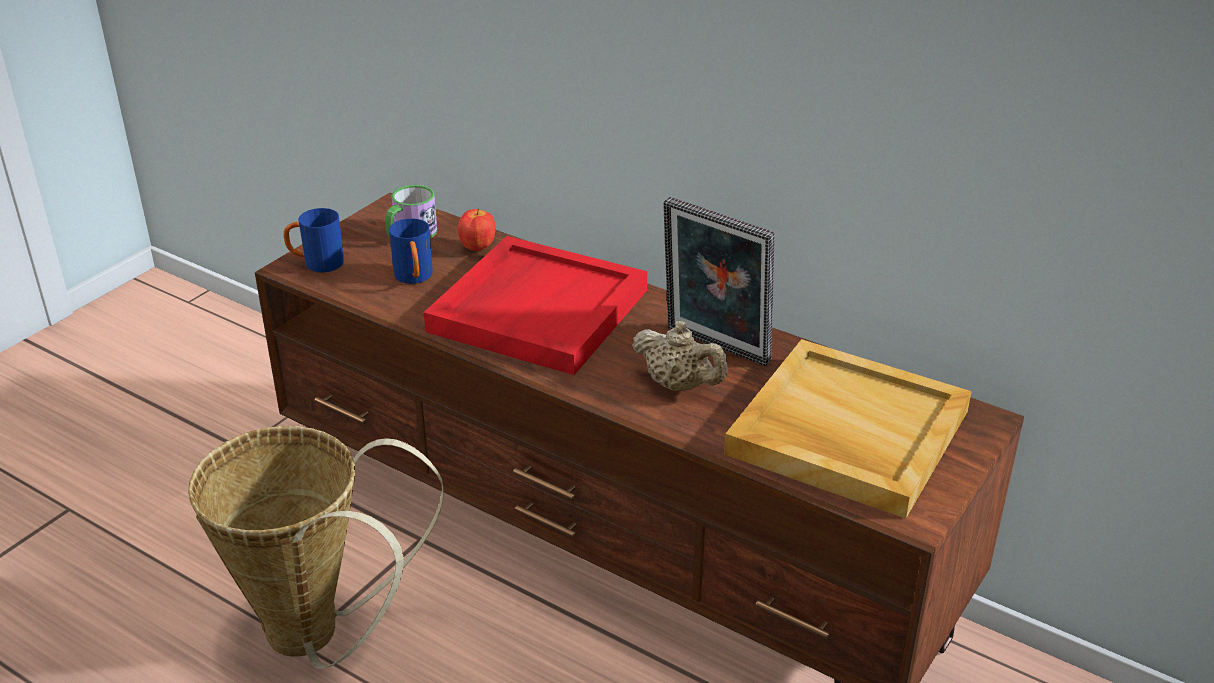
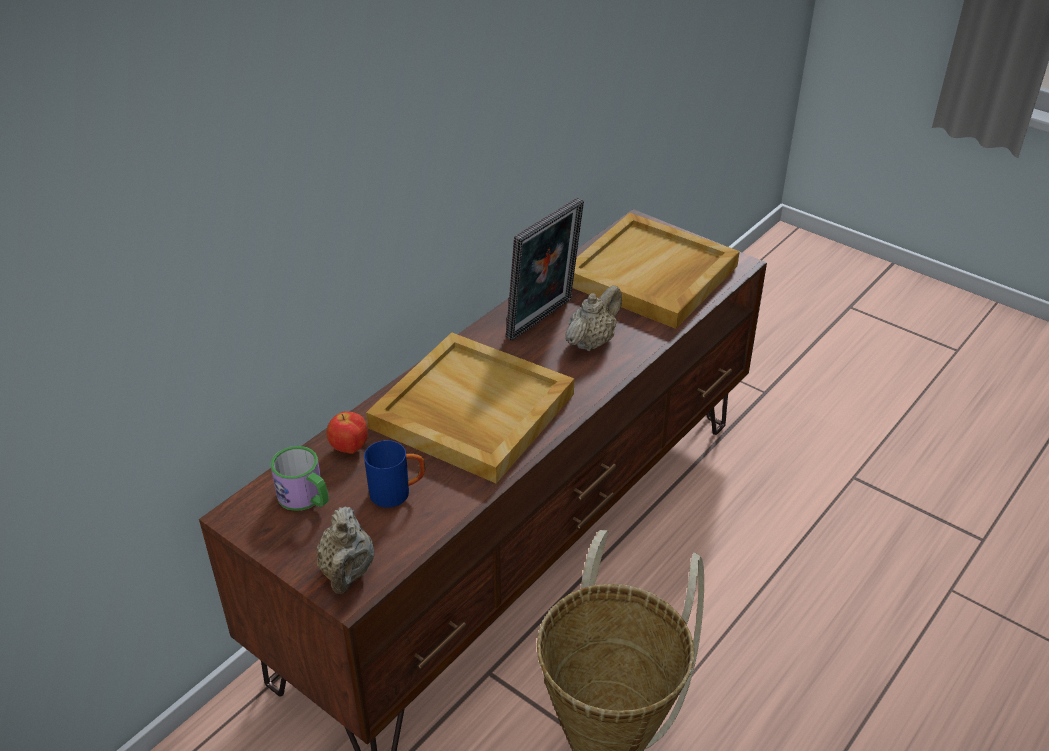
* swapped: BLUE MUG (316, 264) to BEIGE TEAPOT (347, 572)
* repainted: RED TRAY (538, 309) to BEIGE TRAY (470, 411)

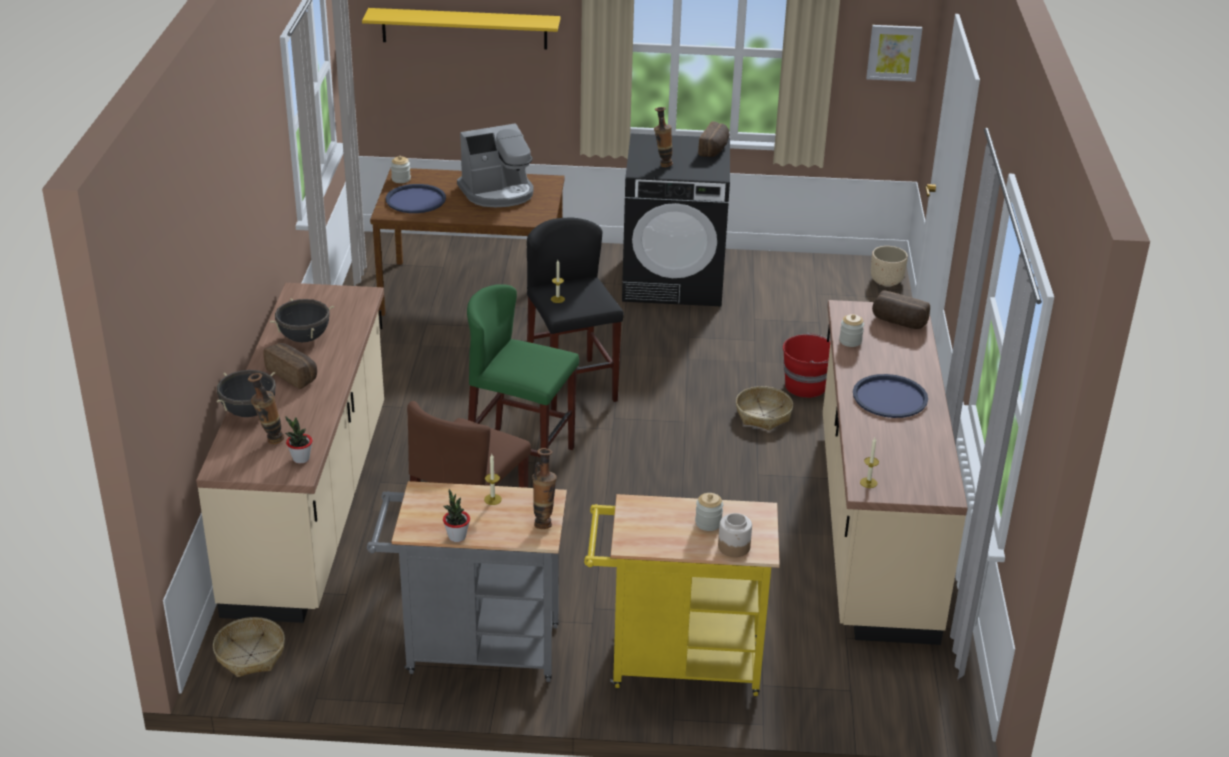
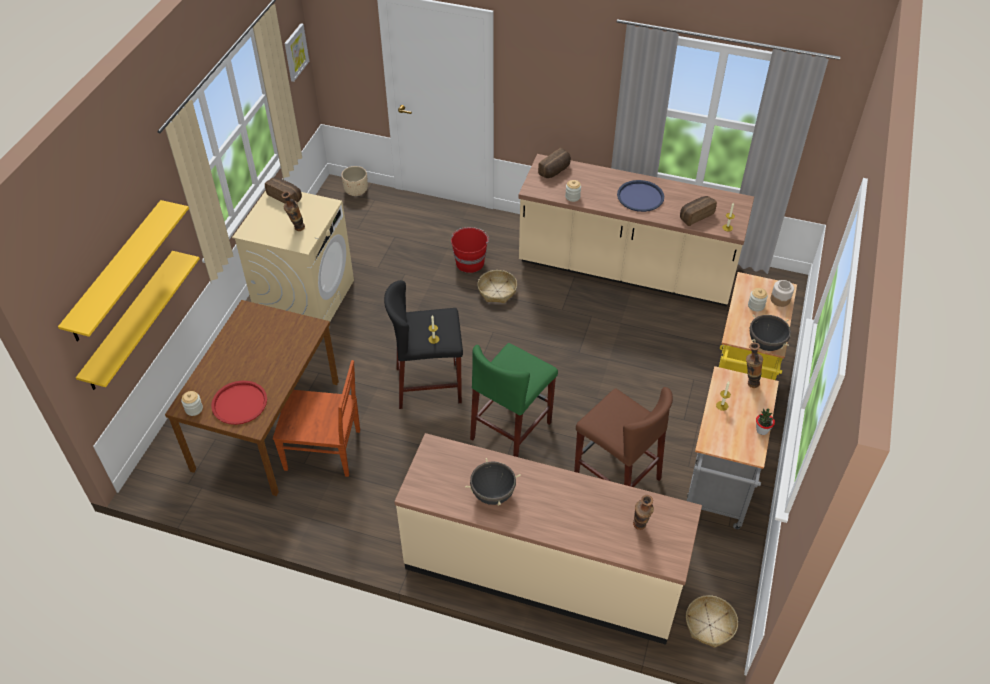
* gone: COFFEE MACHINE (498, 192)
* repainted: BLACK WASHING MACHINE (673, 280) to BEIGE WASHING MACHINE (305, 298)
* repainted: BLUE TRAY (416, 200) to RED TRAY (239, 403)
* shifted: BREAD (293, 374) to (695, 215)
* shifted: BLACK COOKING POT (249, 412) to (766, 344)
* gone: POTTED PLANT (301, 459)
* new: YELLOW SHELF (131, 321)
* new: BROWN CHAIR (325, 450)

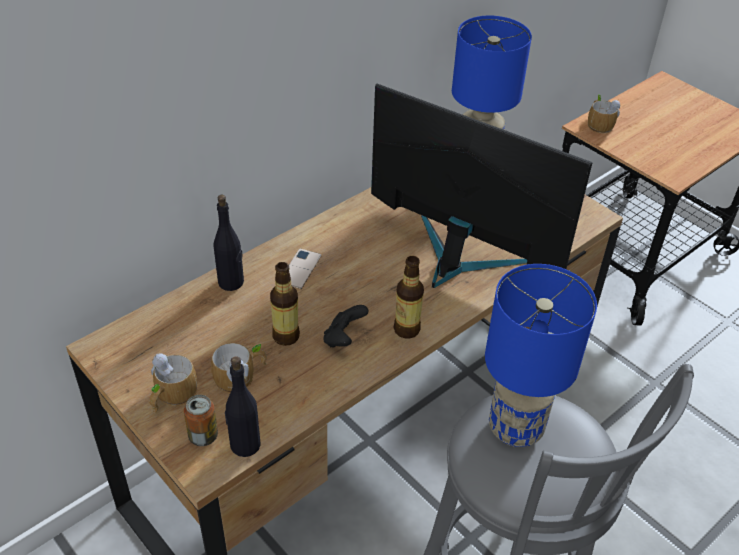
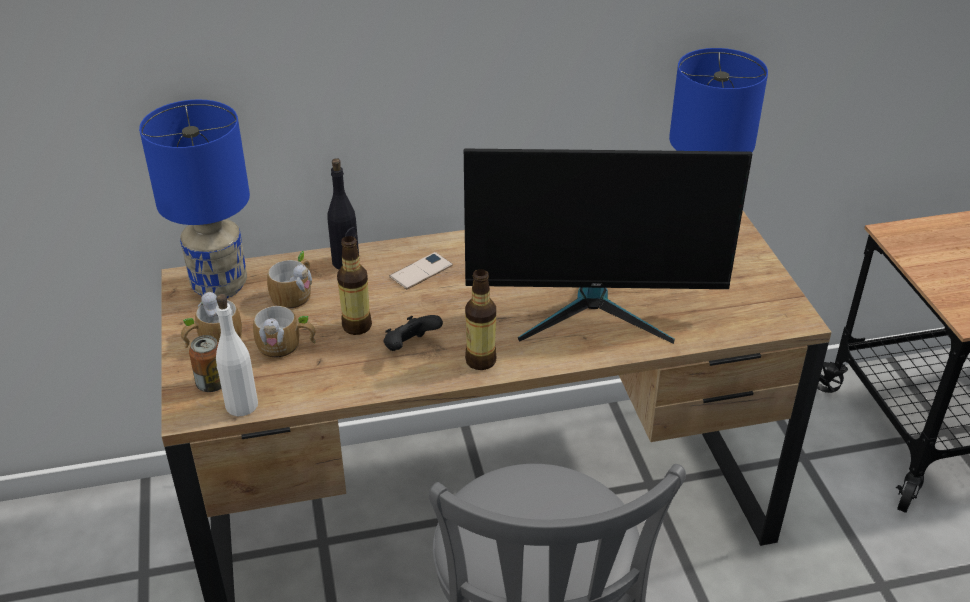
* rotated: MONITOR (457, 257) = (594, 311) 120 degrees clockwise
* shifted: MUG (599, 123) to (295, 294)
* shifted: BLUE TABLE LAMP (514, 428) to (219, 285)
* repainted: BLACK BOTTLE (245, 445) to WHITE BOTTLE (241, 405)

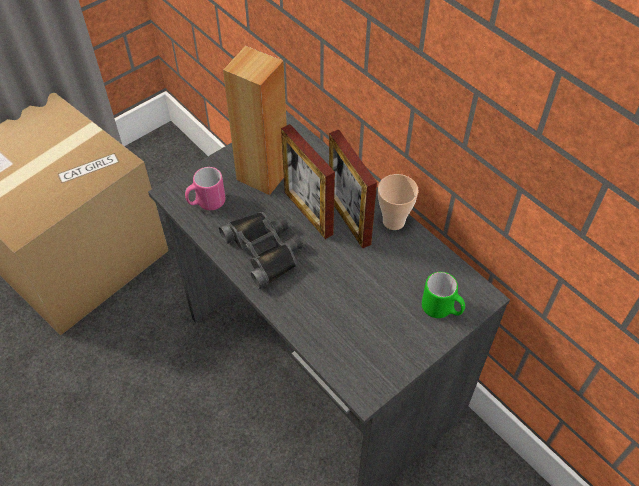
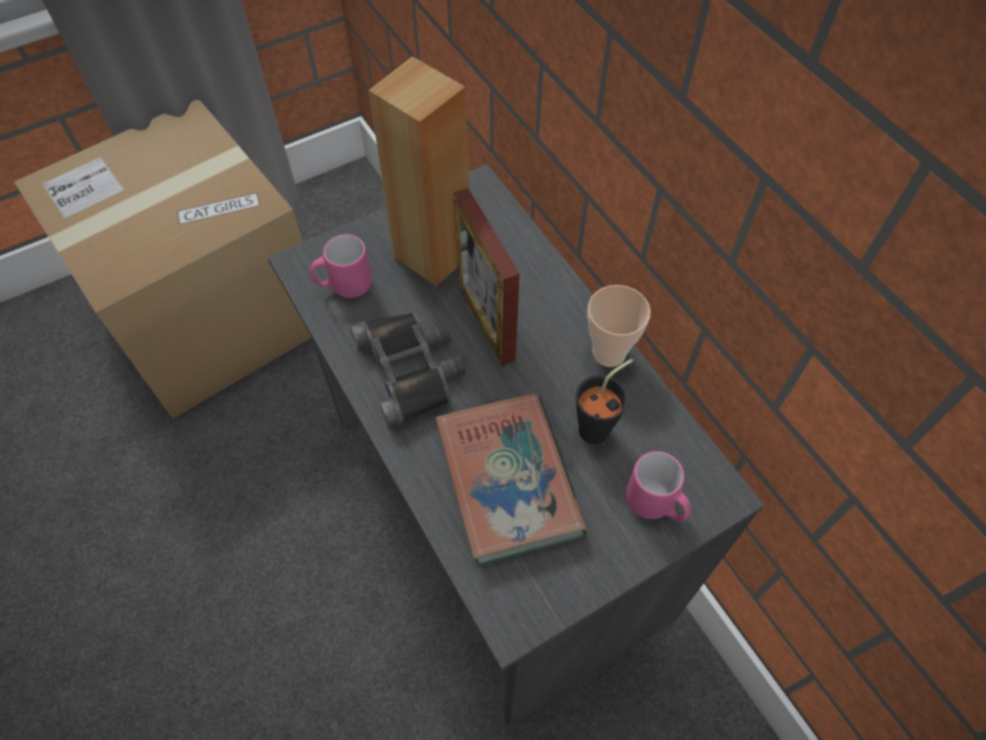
* gone: PICTURE FRAME (349, 220)
* repainted: GREEN MUG (442, 309) to PINK MUG (655, 505)
* new: BLACK CUP (600, 426)
* new: BOOK (509, 481)

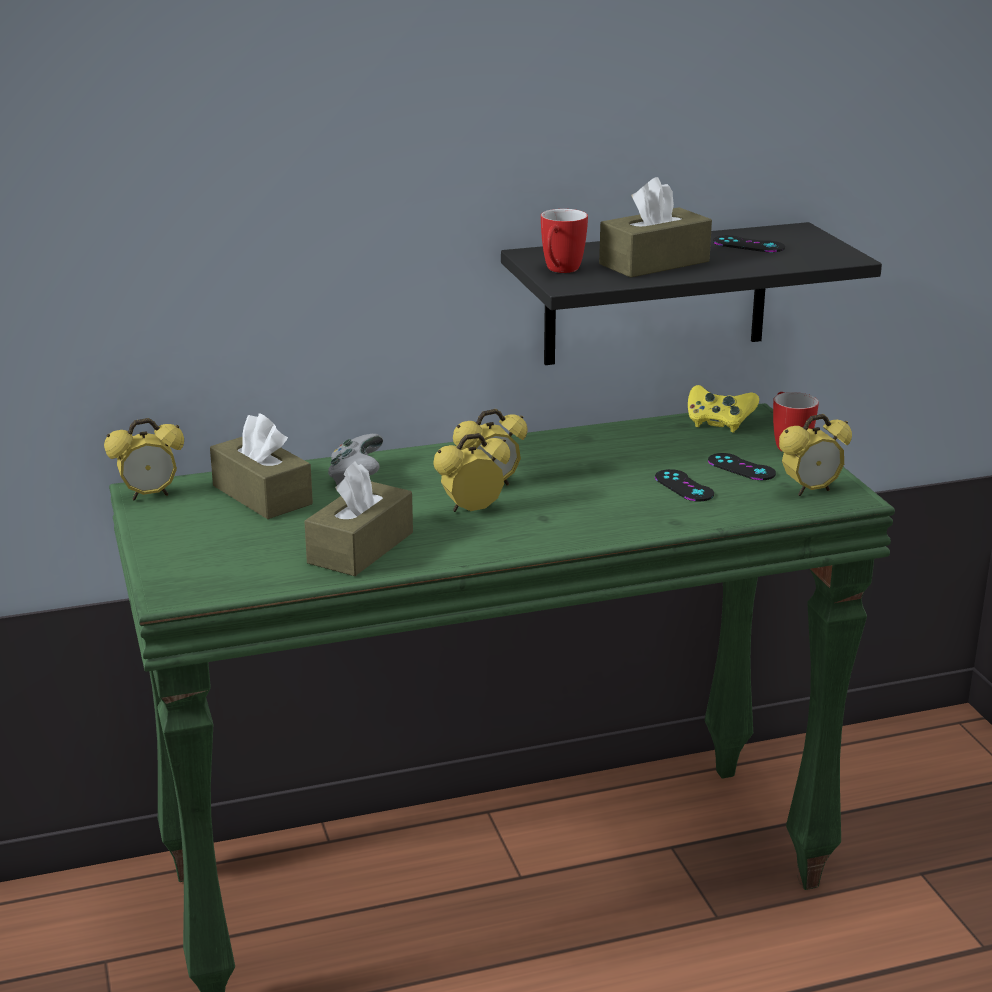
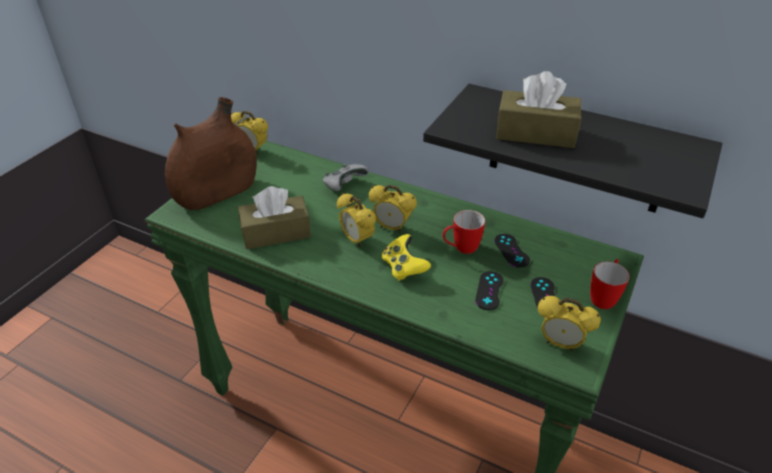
* shifted: MUG (559, 271) to (460, 249)
* shifted: BLACK GAME CONTROLLER (748, 245) to (511, 250)
* shifted: YELLOW GAME CONTROLLER (718, 423) to (404, 268)
* gone: BROWN TISSUE BOX (262, 495)
* rotated: ALARM CLOCK (472, 511) = (357, 240) 150 degrees counterclockwise
* new: BROWN VASE (217, 193)

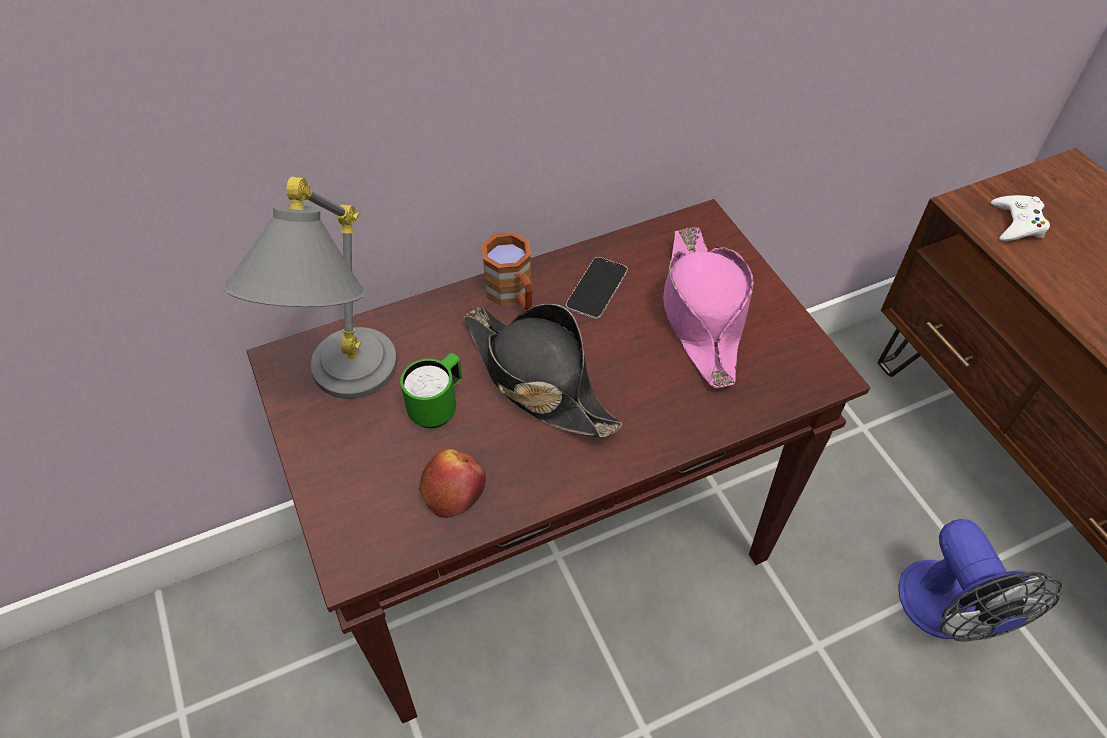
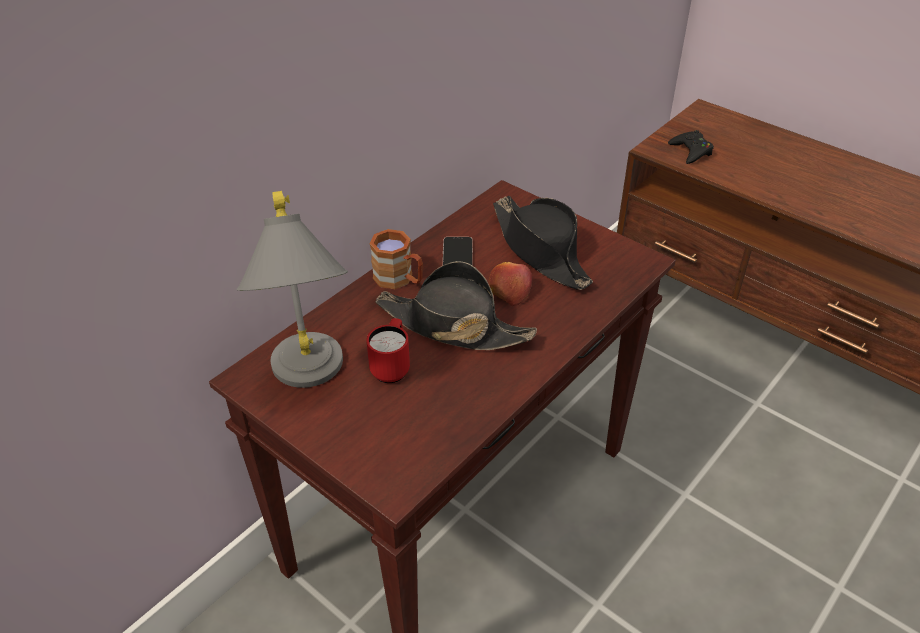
* repainted: WHITE GAME CONTROLLER (1017, 223) to BLACK GAME CONTROLLER (691, 151)
* repainted: PINK HAT (702, 314) to BLACK HAT (540, 250)
* repainted: GREEN MUG (438, 407) to RED MUG (392, 367)
* shifted: APPLE (453, 488) to (509, 290)
* gone: FAN (947, 614)

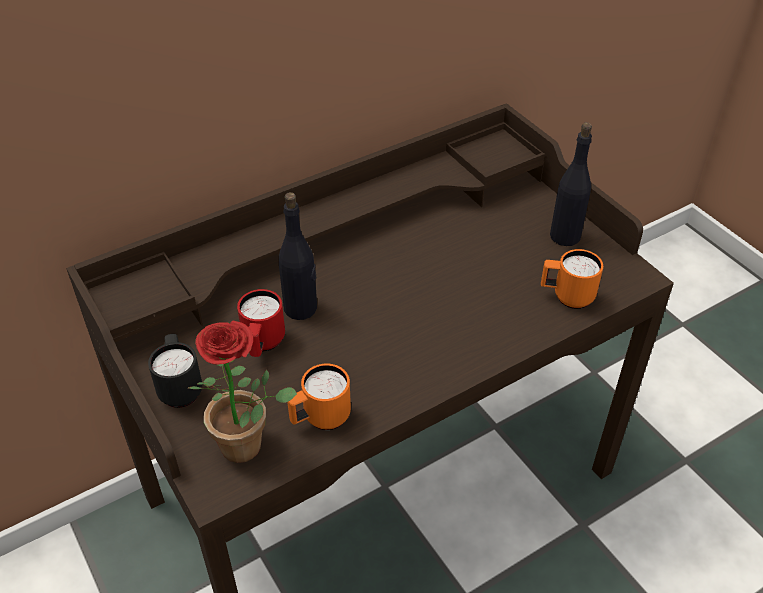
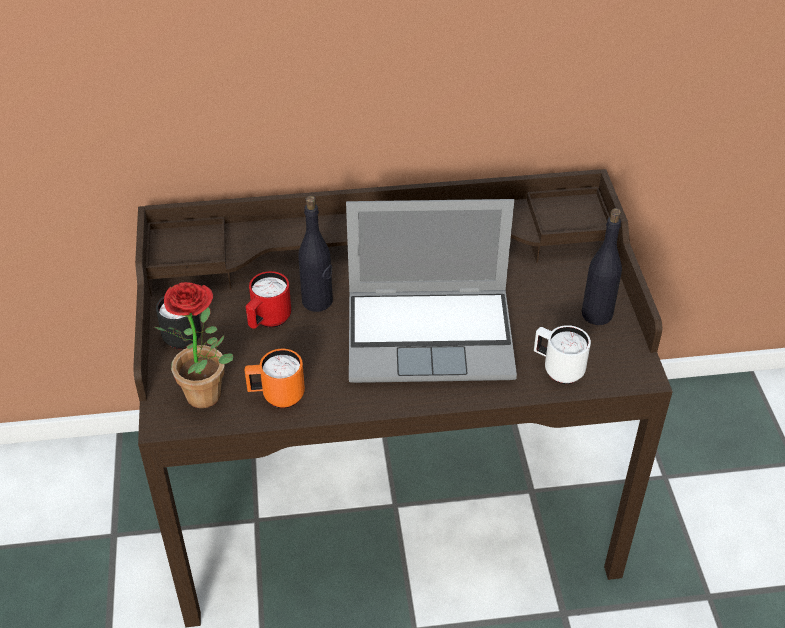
* repainted: ORANGE MUG (566, 297) to WHITE MUG (557, 369)
* new: LAPTOP (432, 336)

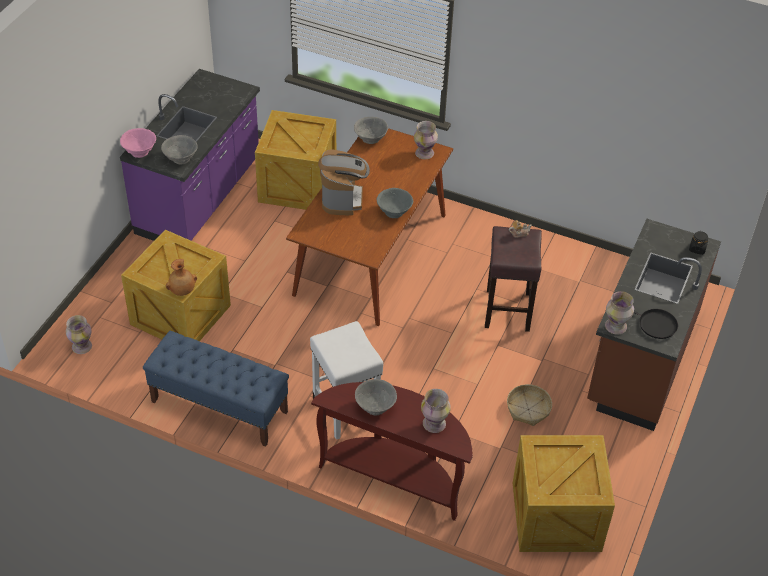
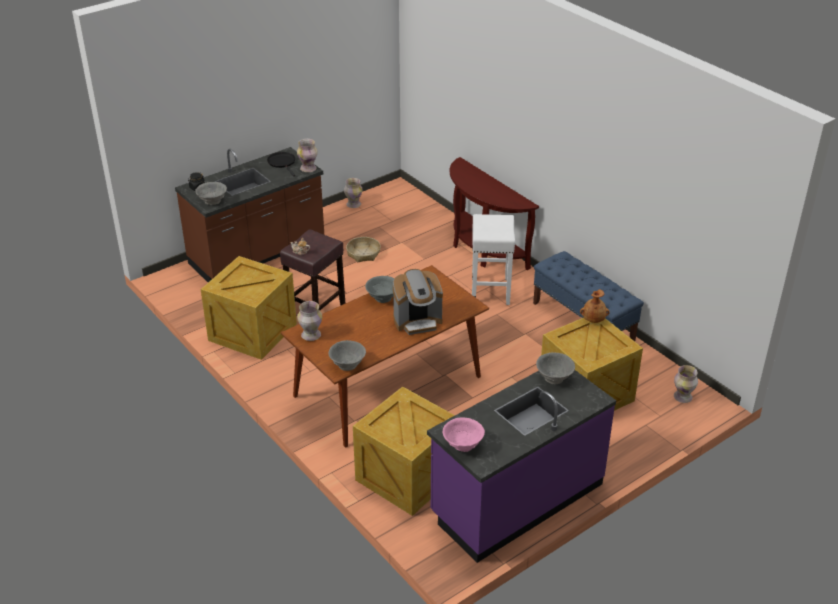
* shifted: PINK BOWL (139, 151) to (463, 445)
* rotated: COFFEE MACHINE (342, 199) = (417, 321) 135 degrees counterclockwise
* shifted: GREY BOWL (375, 406) to (212, 201)
* shifted: VASE (434, 424) to (353, 204)
* shifted: CRATE (555, 517) to (254, 332)

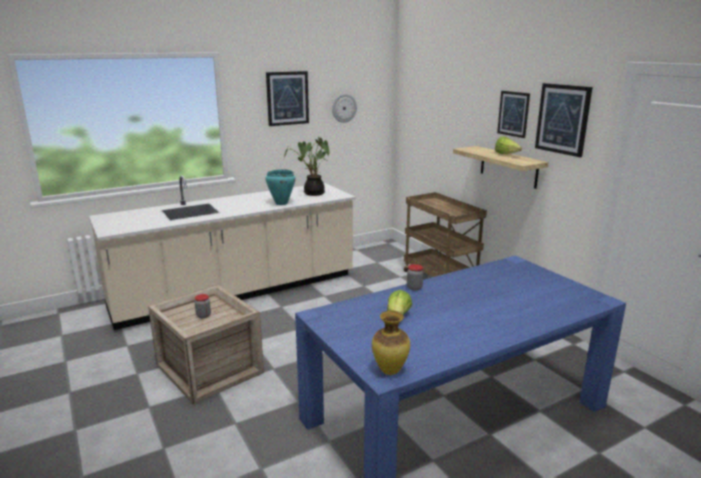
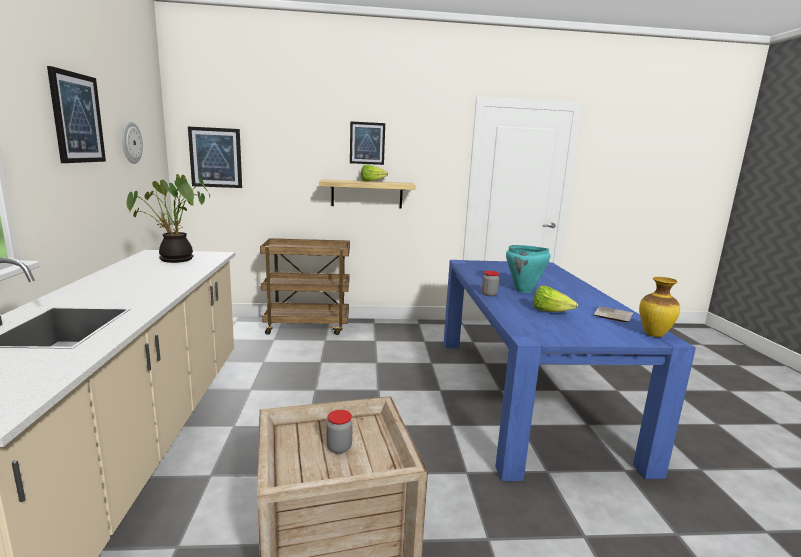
* shifted: PICTURE (562, 119) to (216, 157)
* shifted: TURQUOISE COOKING POT (281, 203) to (524, 290)
* new: PLATE (614, 317)

